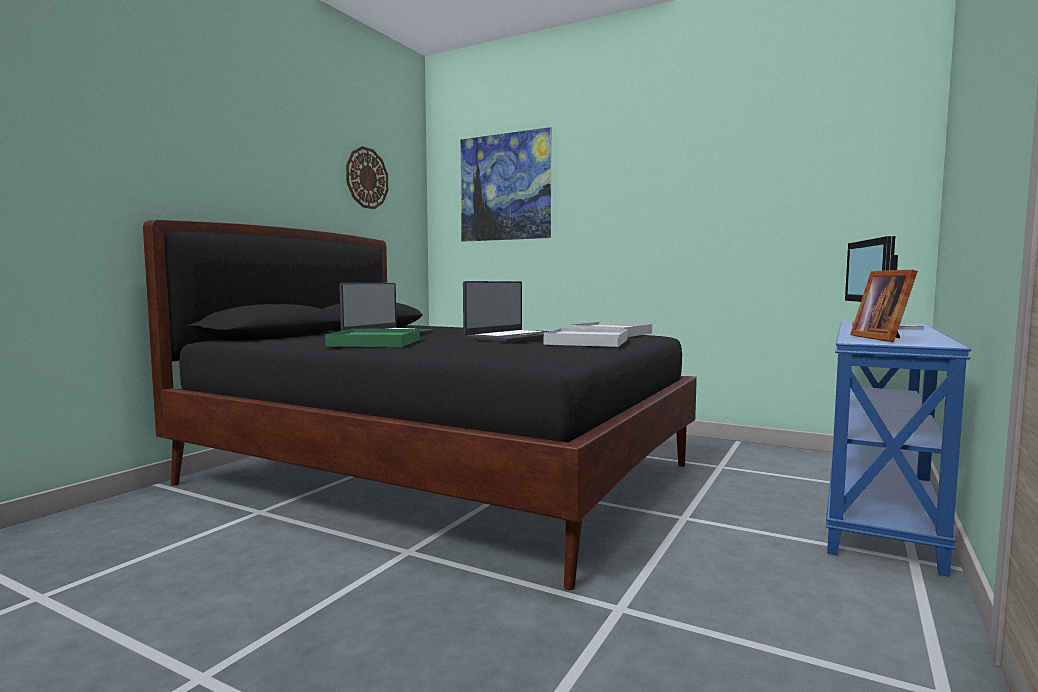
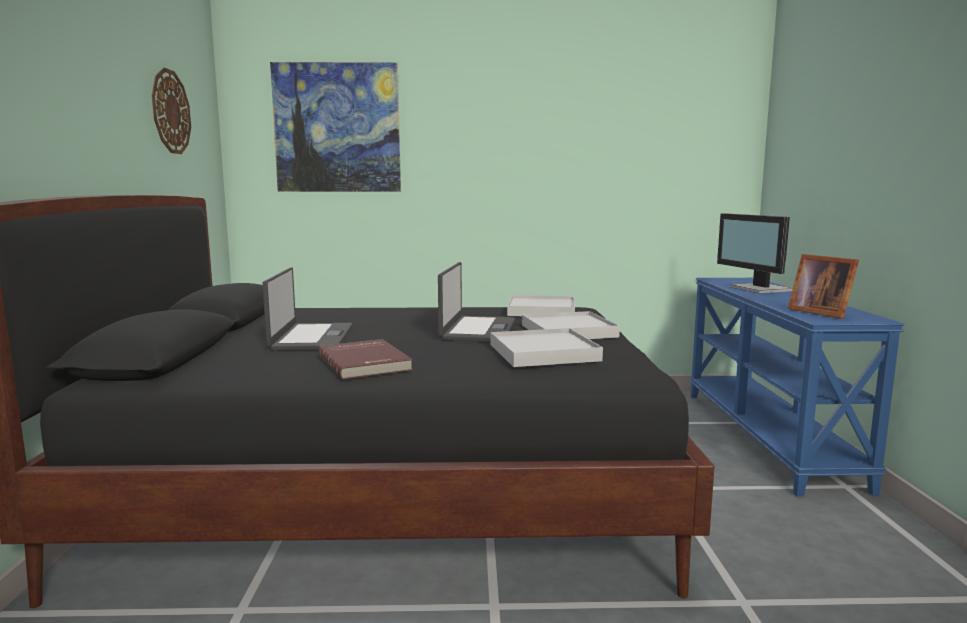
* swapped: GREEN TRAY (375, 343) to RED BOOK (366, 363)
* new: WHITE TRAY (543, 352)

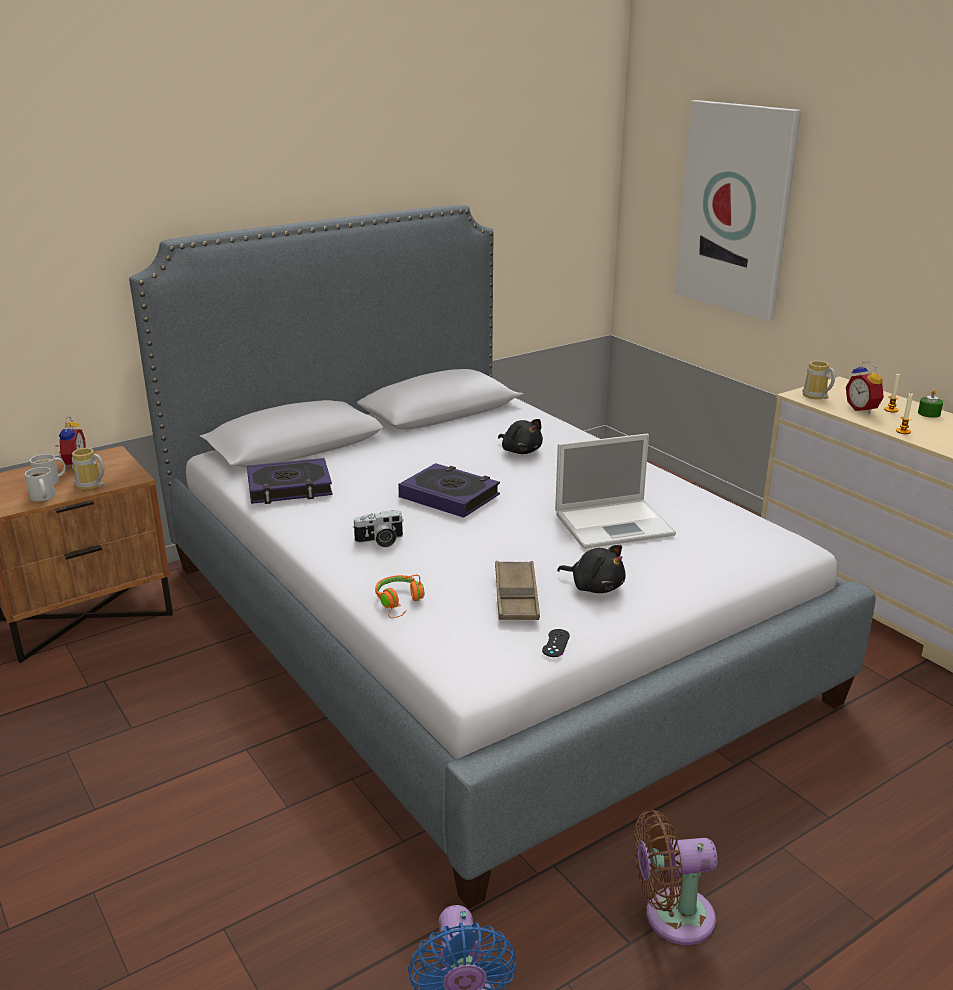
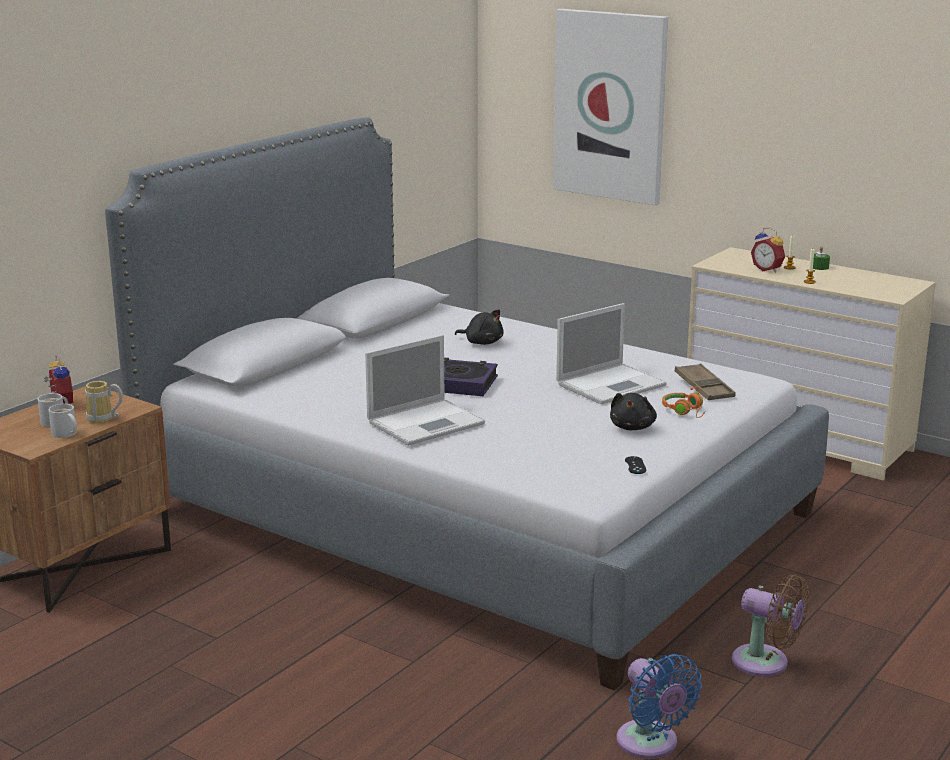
* gone: MUG (815, 397)
* gone: BOOK (289, 487)
* swapped: PHOTO CAMERA (380, 541) to LAPTOP (427, 422)
* rotated: BLACK PLUSH TOY (595, 586) = (632, 427) 90 degrees clockwise
* shifted: BROWN TRAY (516, 596) to (704, 387)
* shifted: ORANGE HEADPHONES (399, 603) to (685, 411)
* rotated: BROWN FAN (672, 917) = (766, 663) 120 degrees counterclockwise

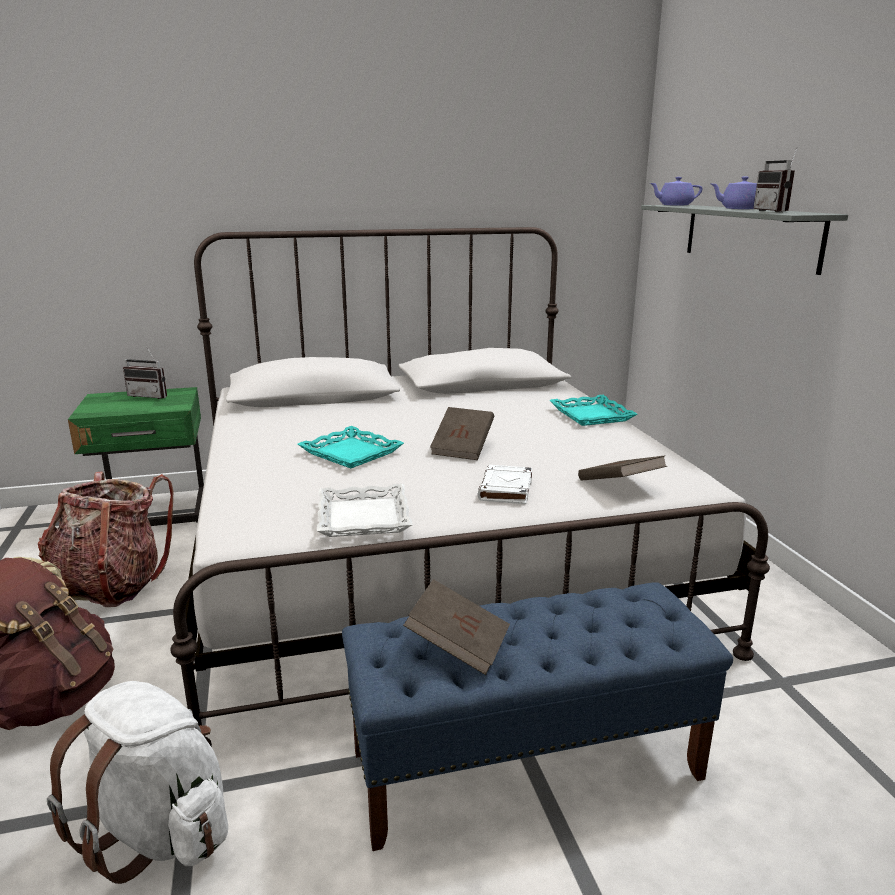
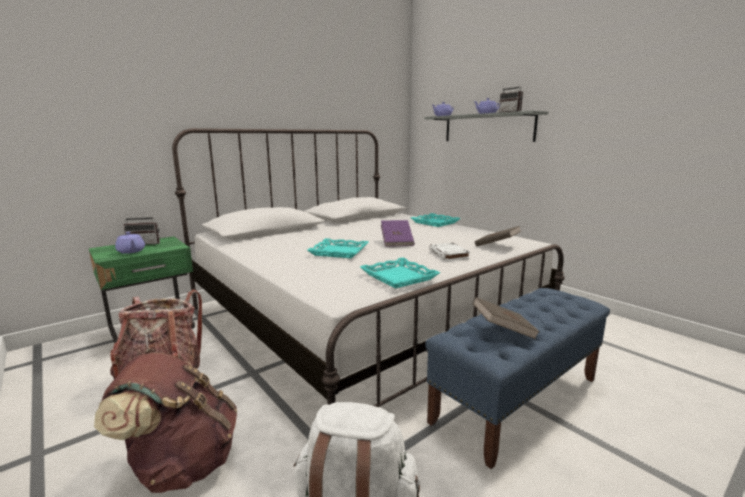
* repainted: BROWN BOOK (462, 448) to PURPLE BOOK (397, 242)
* repainted: WHITE TRAY (362, 517) to TURQUOISE TRAY (398, 277)
* new: PURPLE TEAPOT (131, 251)

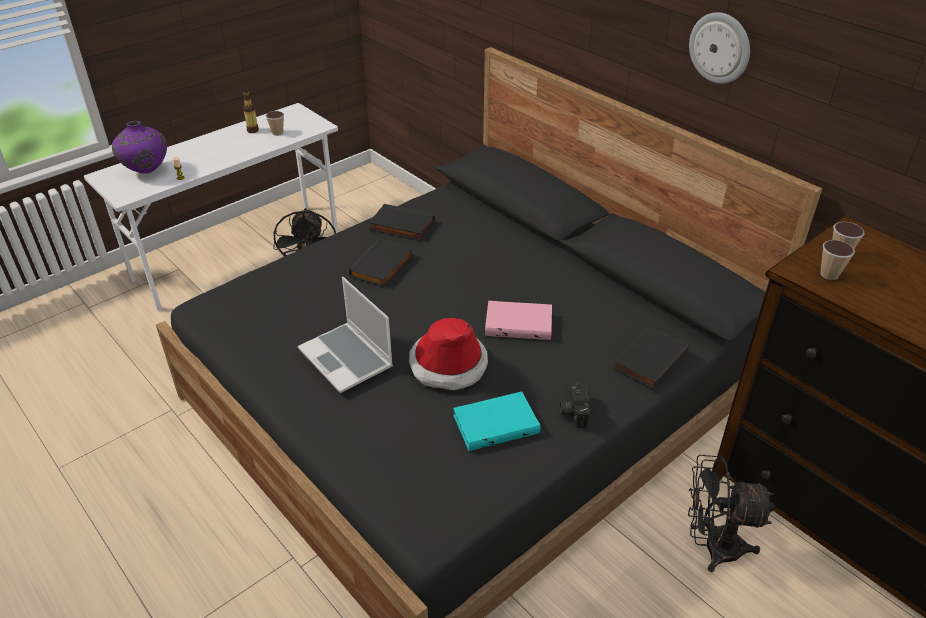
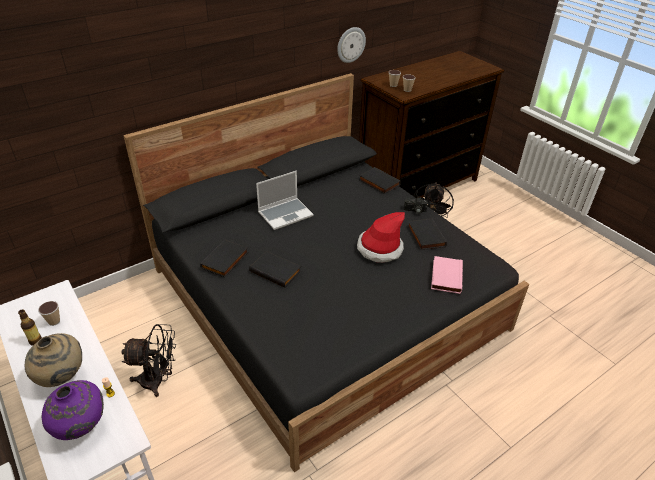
* shifted: WALL CLOCK (720, 48) to (350, 44)
* shifted: LAPTOP (347, 359) to (285, 214)
* shifted: PINK BOOK (519, 323) to (445, 276)
* repainted: TURQUOISE BOOK (495, 423) to BLACK BOOK (425, 236)
* new: BEIGE VASE (62, 378)

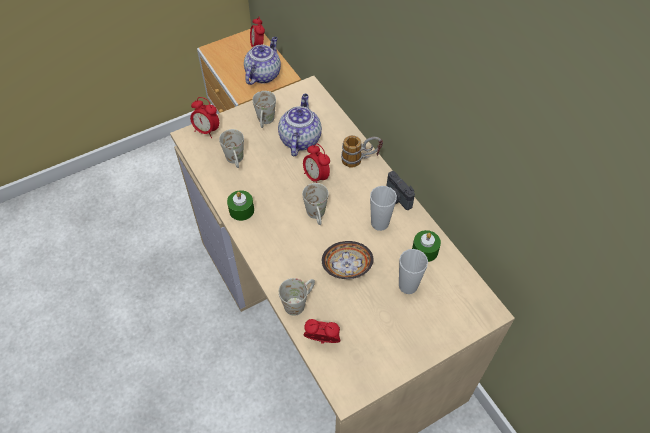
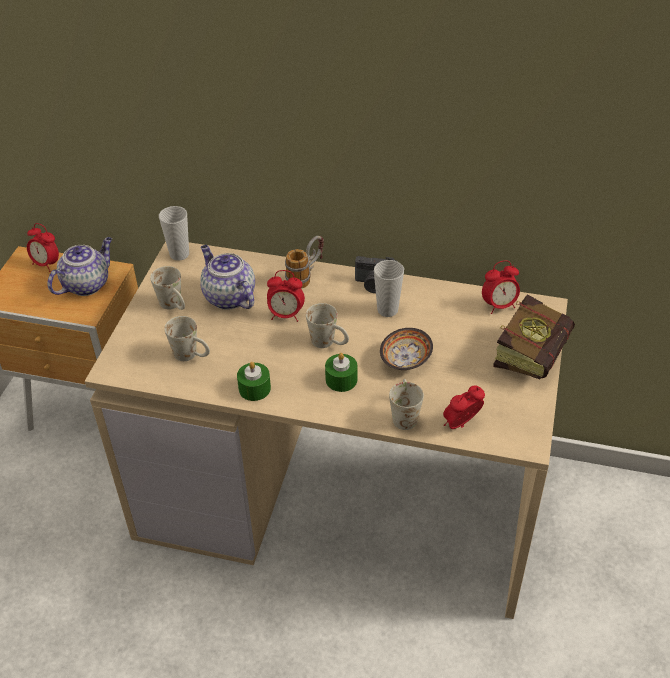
* rotated: TEAPOT (263, 74) = (87, 284) 60 degrees clockwise
* shifted: ALARM CLOCK (207, 131) to (499, 306)
* shifted: GREEN CANDLE (425, 250) to (341, 379)
* shifted: CUP (408, 286) to (179, 254)
* new: BOOK (534, 351)

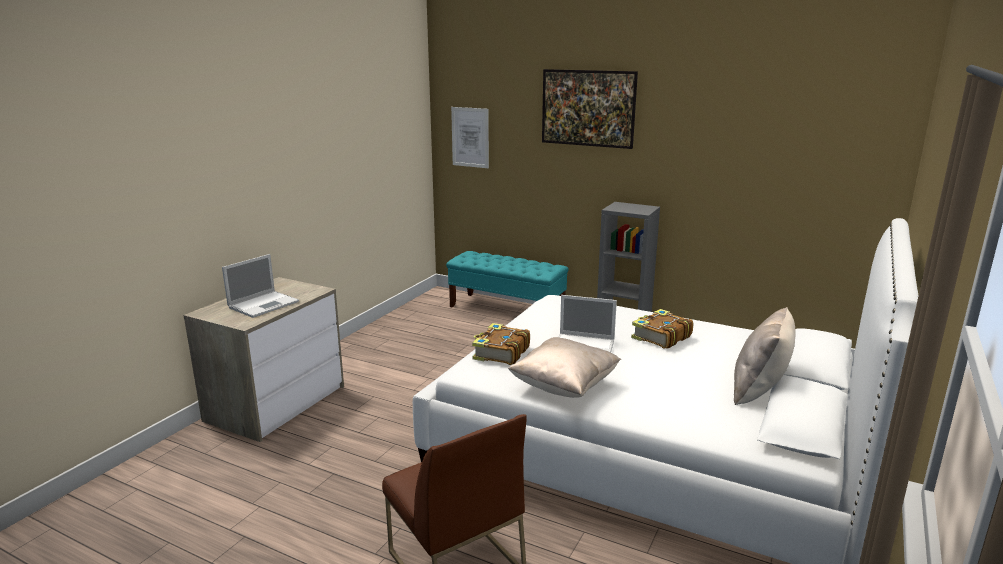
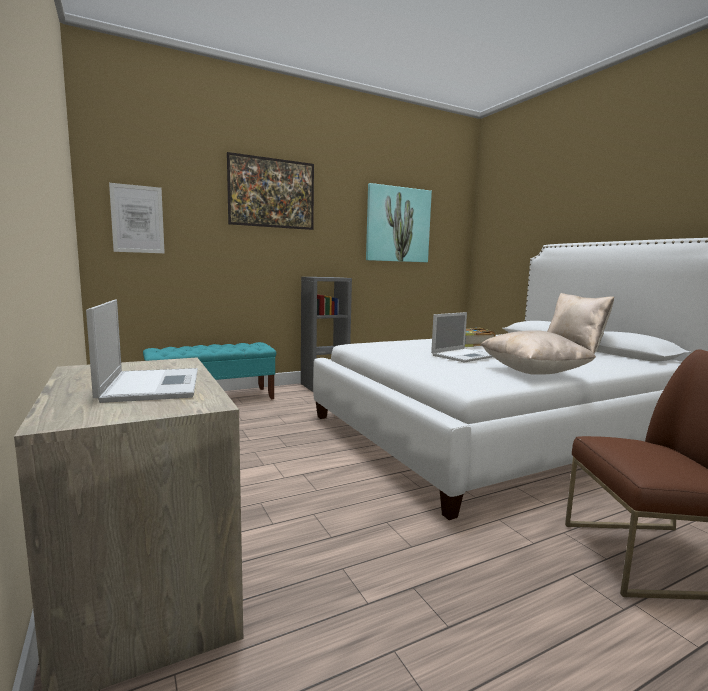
* gone: BOOK (500, 353)
* new: PICTURE (397, 225)

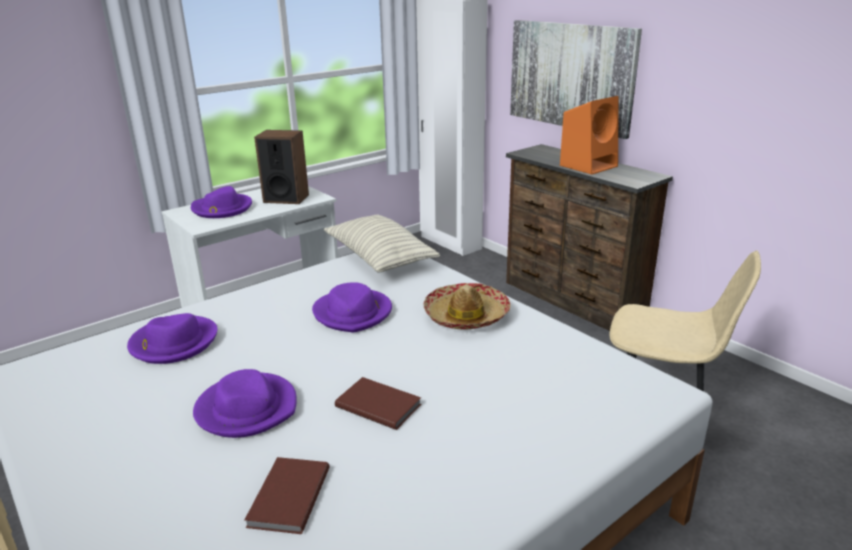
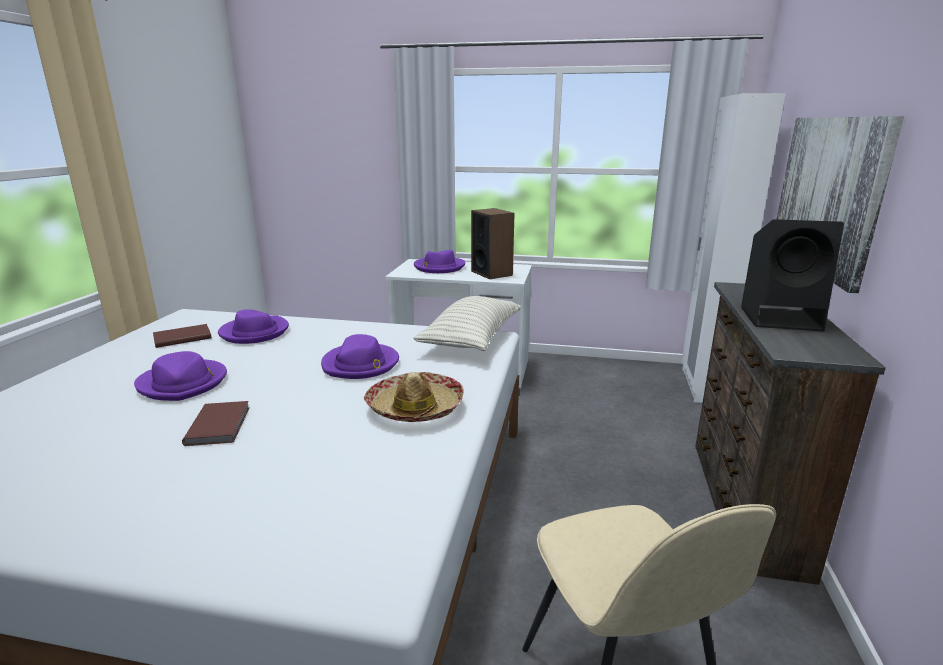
* repainted: ORANGE SPEAKER (589, 165) to BLACK SPEAKER (782, 319)
* shifted: BROWN BOOK (287, 498) to (181, 338)

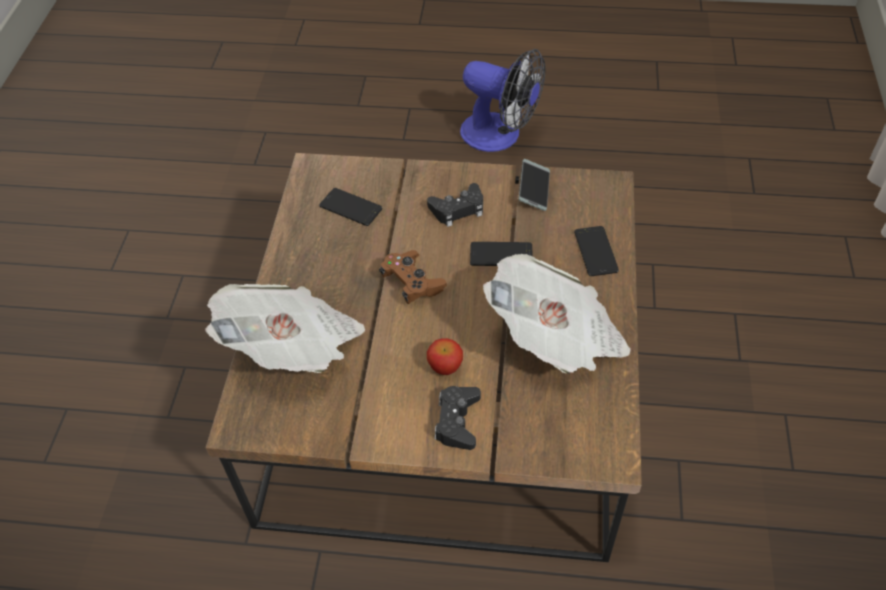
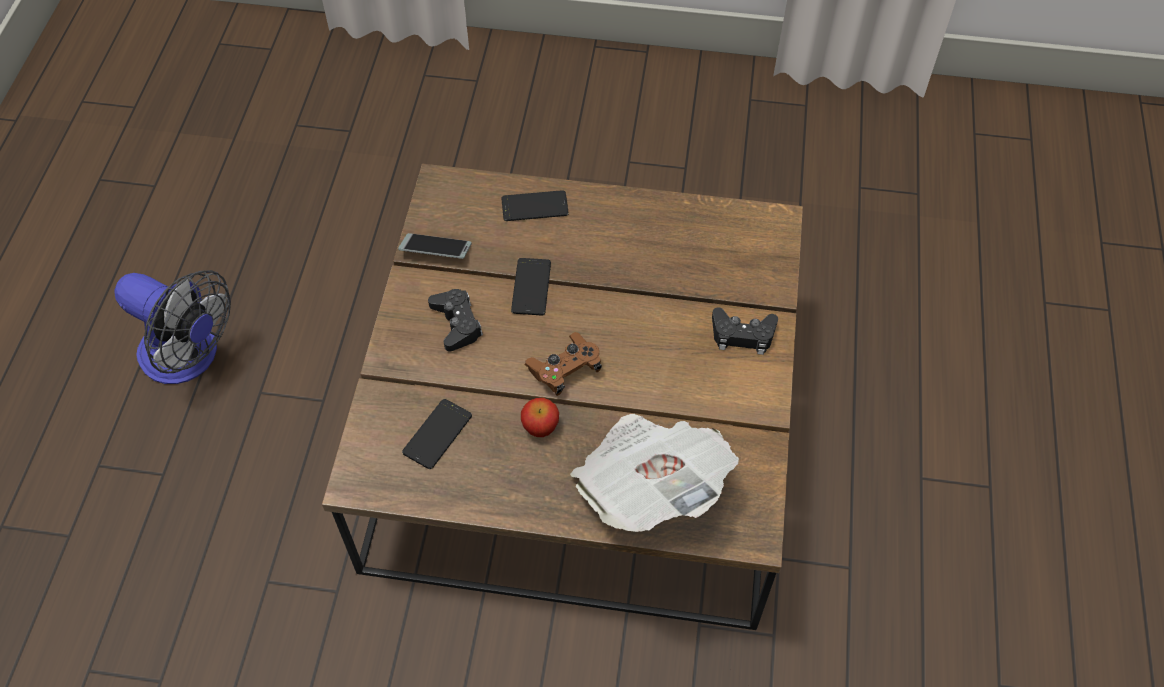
* rotated: FAN (500, 135) = (189, 358) 90 degrees clockwise
* gone: NEWSPAPER (556, 338)
* shifted: APPLE (445, 367) to (540, 427)

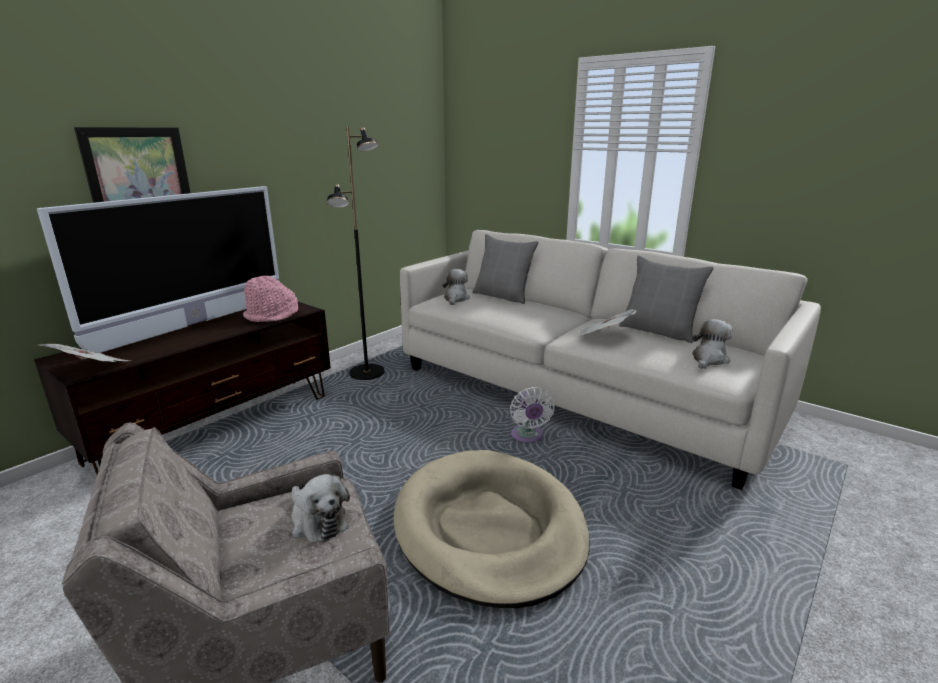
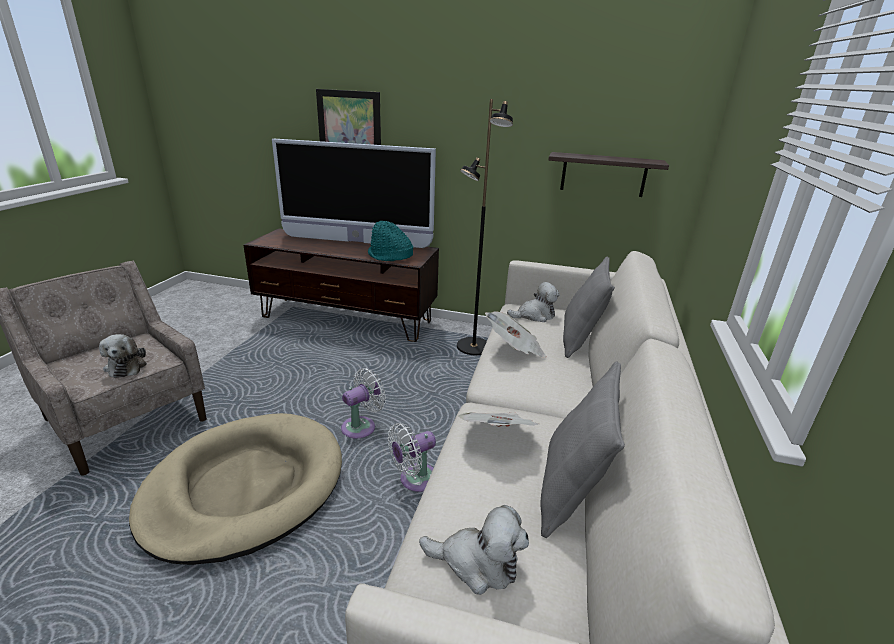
* repainted: PINK HAT (272, 316) to TURQUOISE HAT (390, 256)
* shifted: NEWSPAPER (91, 370) to (515, 349)
* rotated: PLUSH TOY (317, 520) = (126, 366) 45 degrees counterclockwise
* new: SHELF (603, 174)
* new: WHITE FAN (361, 426)

